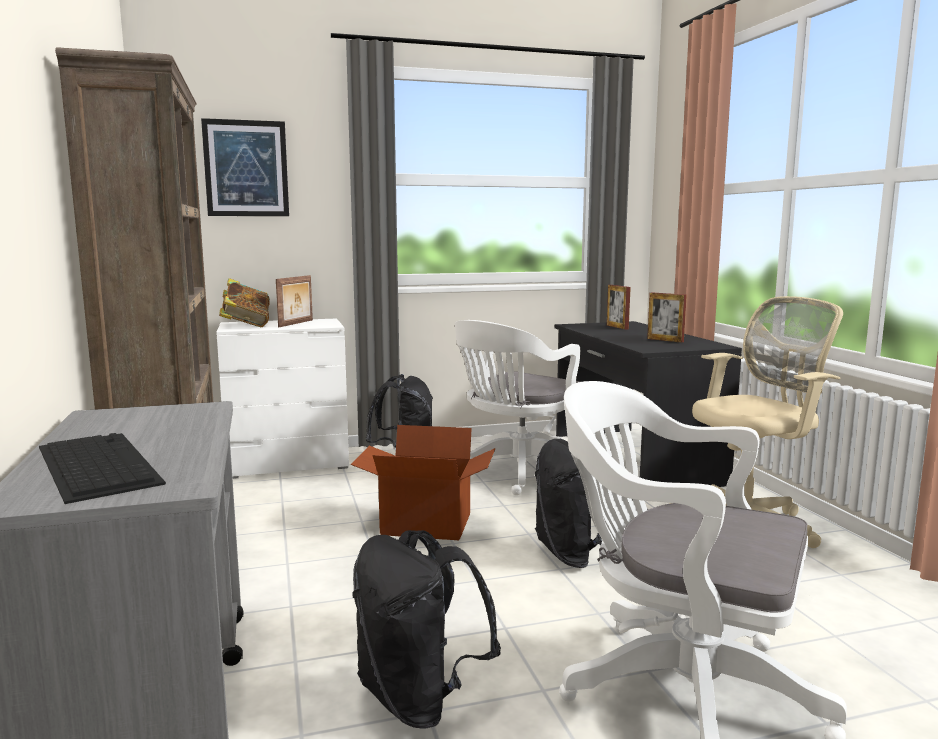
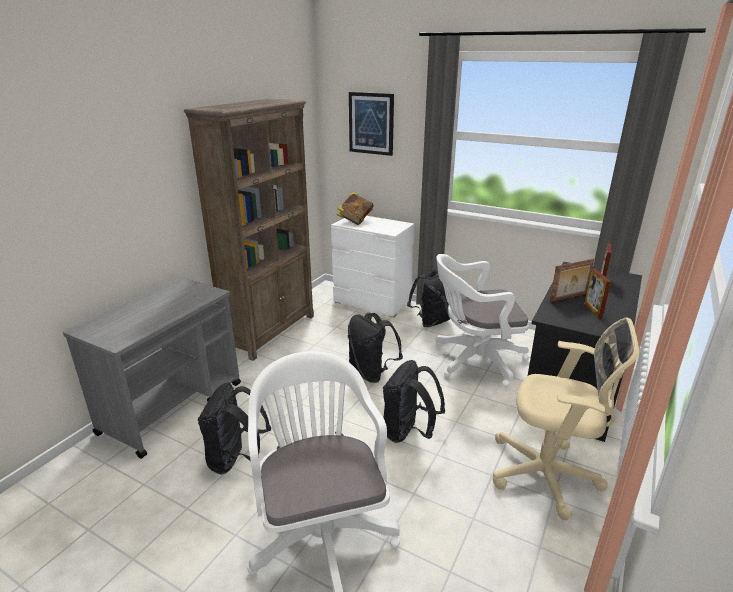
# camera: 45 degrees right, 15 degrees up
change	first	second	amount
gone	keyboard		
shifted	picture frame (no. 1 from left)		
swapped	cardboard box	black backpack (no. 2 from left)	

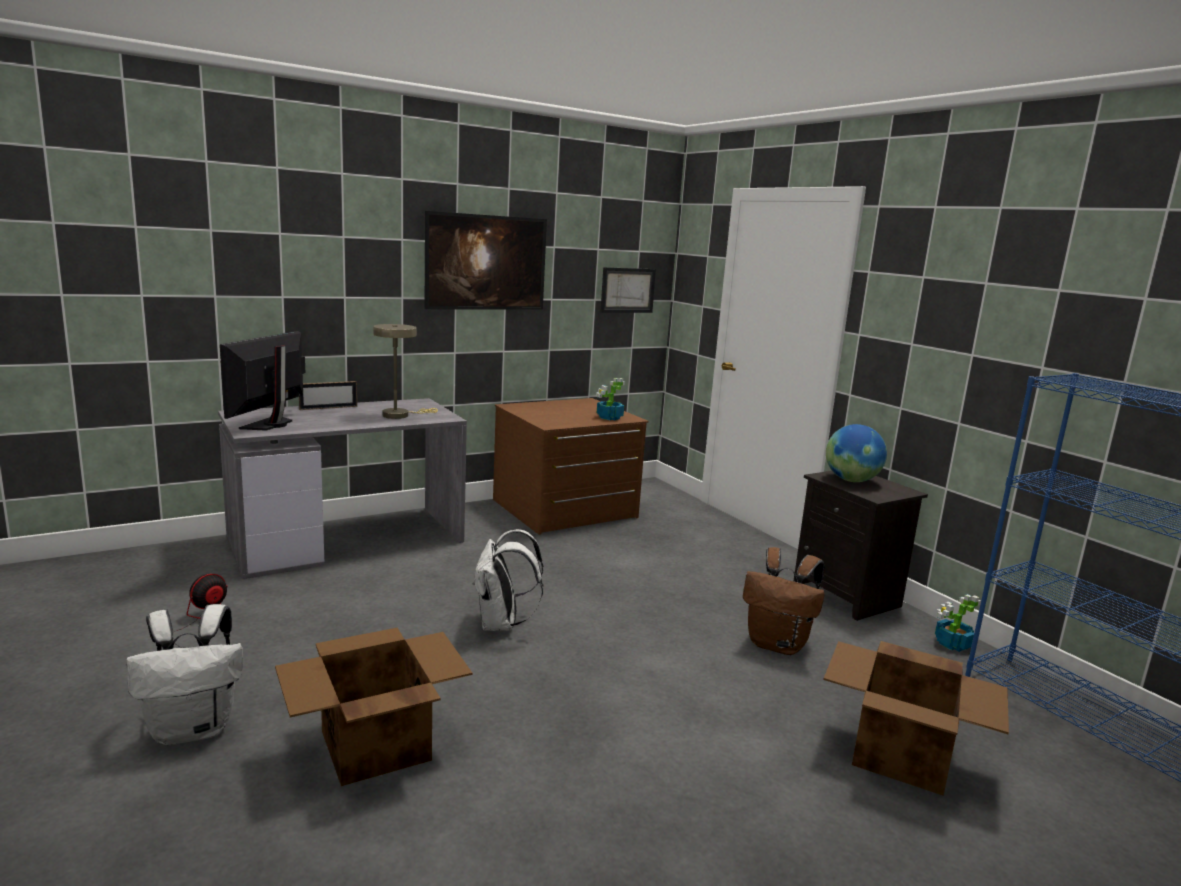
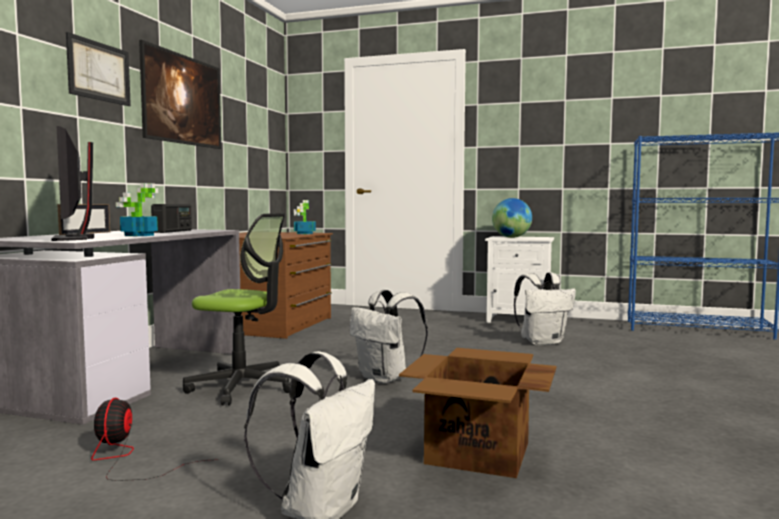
# camera: 40 degrees left, 10 degrees down
change	first	second	amount
swapped	beige table lamp	radio	
shifted	picture (no. 2 from left in the first image)	picture (no. 1 from left)	
repainted	brown backpack	white backpack (no. 3 from left)	
repainted	black nightstand	white nightstand	
gone	cardboard box (no. 2 from left)		
shifted	potted plant (no. 2 from left in the first image)	potted plant (no. 1 from left)	
new		office chair	

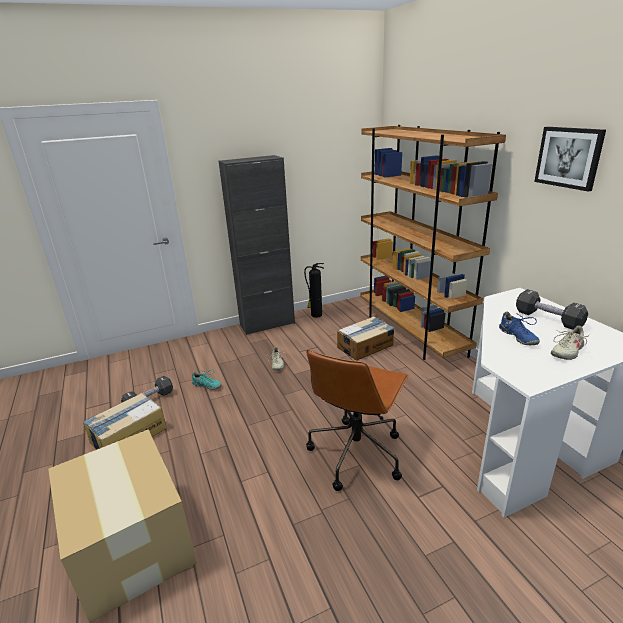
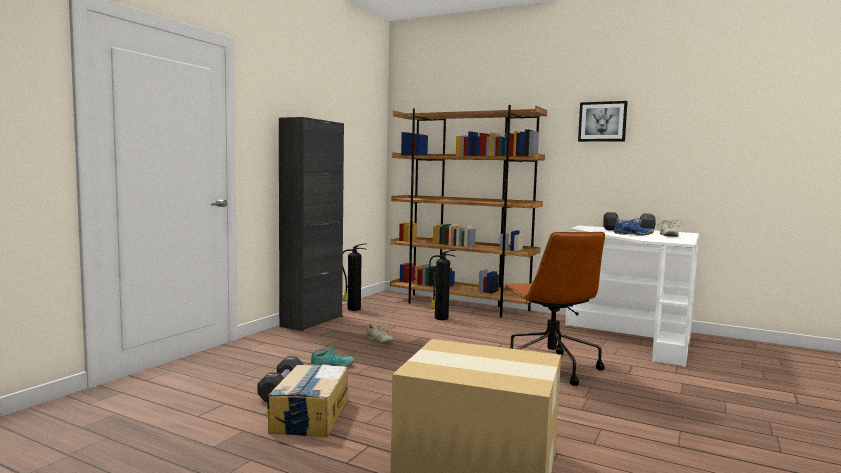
# camera: 40 degrees left, 20 degrees down
change	first	second	amount
swapped	cardboard box (no. 3 from left)	fire extinguisher (no. 2 from left)	

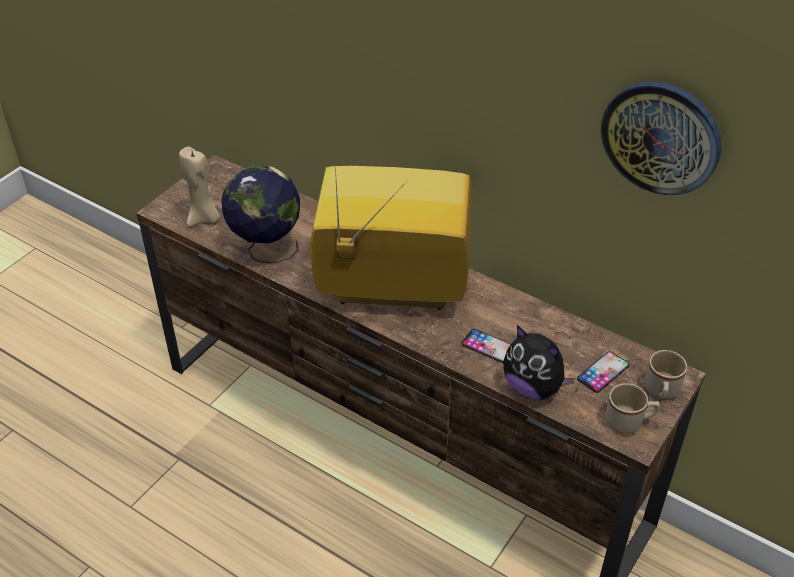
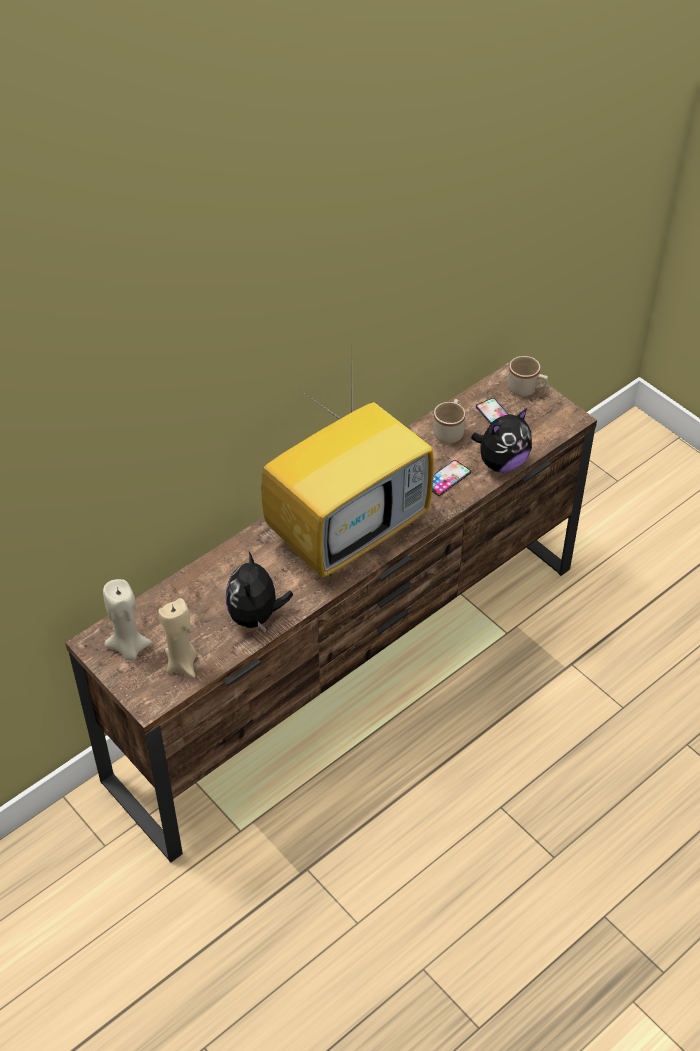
# camera: 75 degrees left, 5 degrees up
change	first	second	amount
swapped	globe	plush toy (no. 1 from left)	
rotated	television		150 degrees counterclockwise
gone	wall clock		
shifted	beige mug (no. 1 from left)		
new		beige candle (no. 1 from left)	

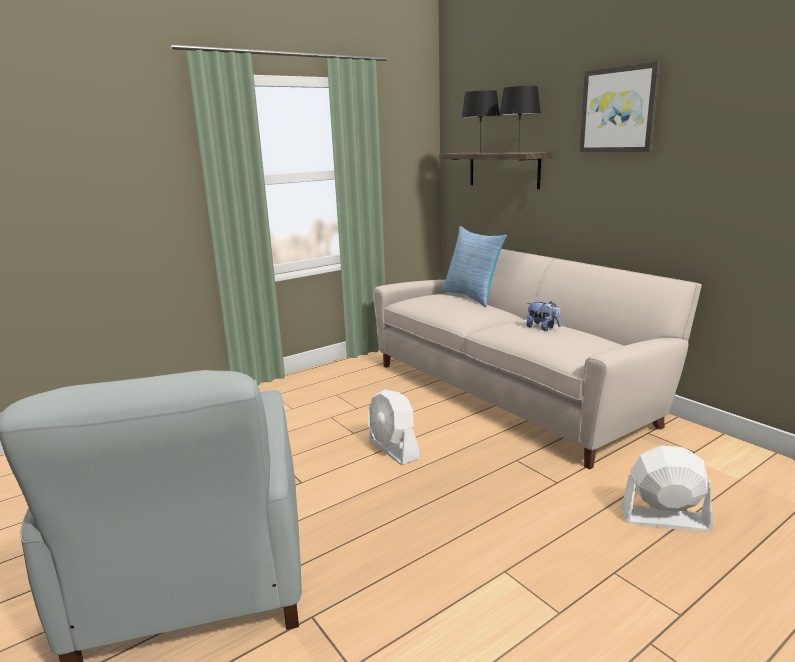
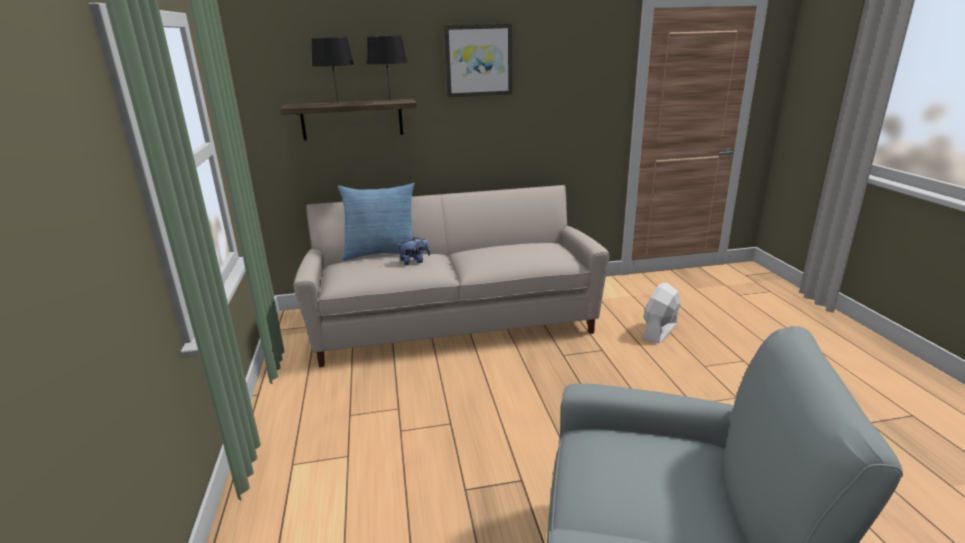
# camera: 65 degrees left, 5 degrees up
change	first	second	amount
gone	white fan (no. 1 from left)		
shifted	plush toy		

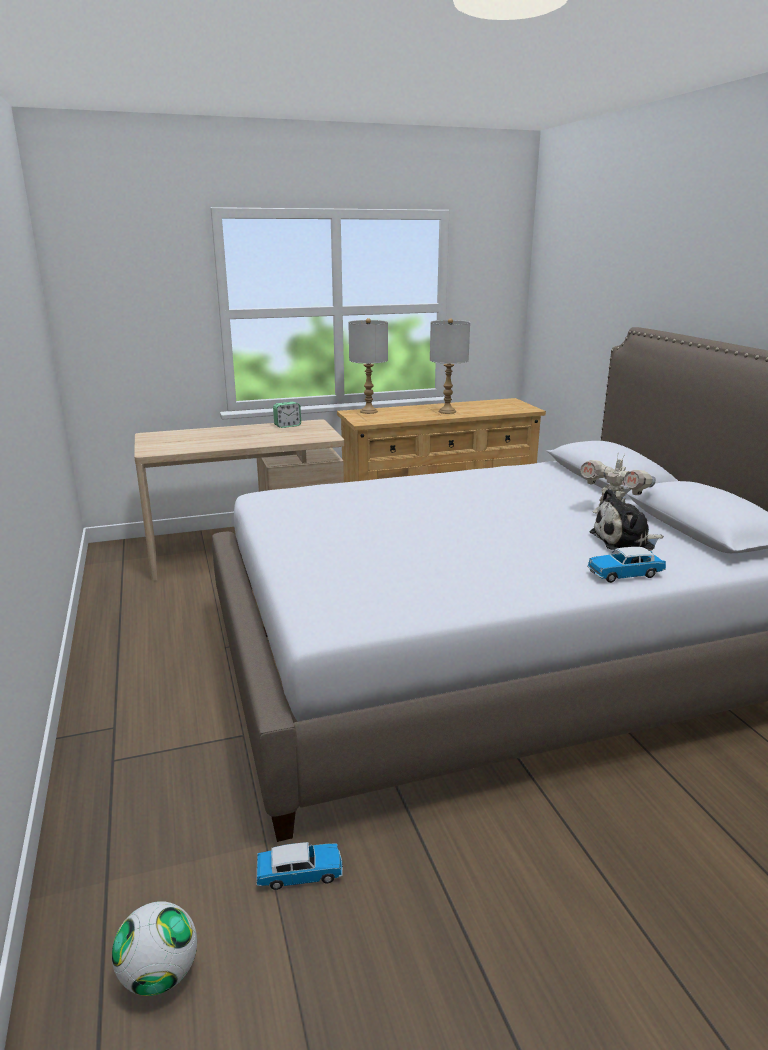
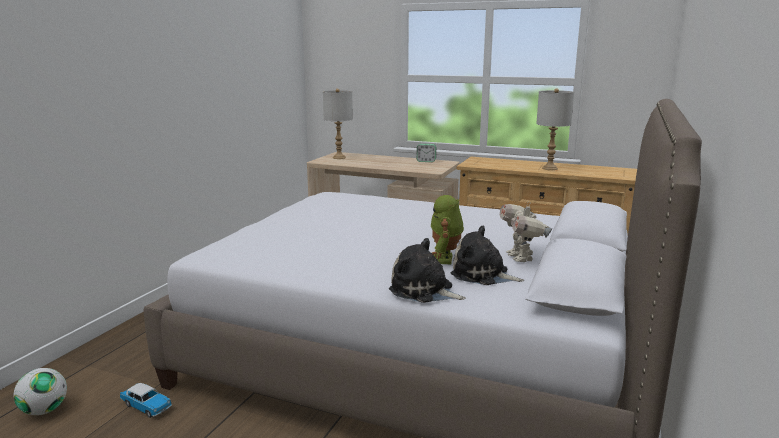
# camera: 40 degrees right, 5 degrees down
change	first	second	amount
shifted	grey table lamp (no. 1 from left)		
swapped	toy car (no. 2 from left)	plush toy (no. 1 from left)	
new		toy robot (no. 1 from left)	

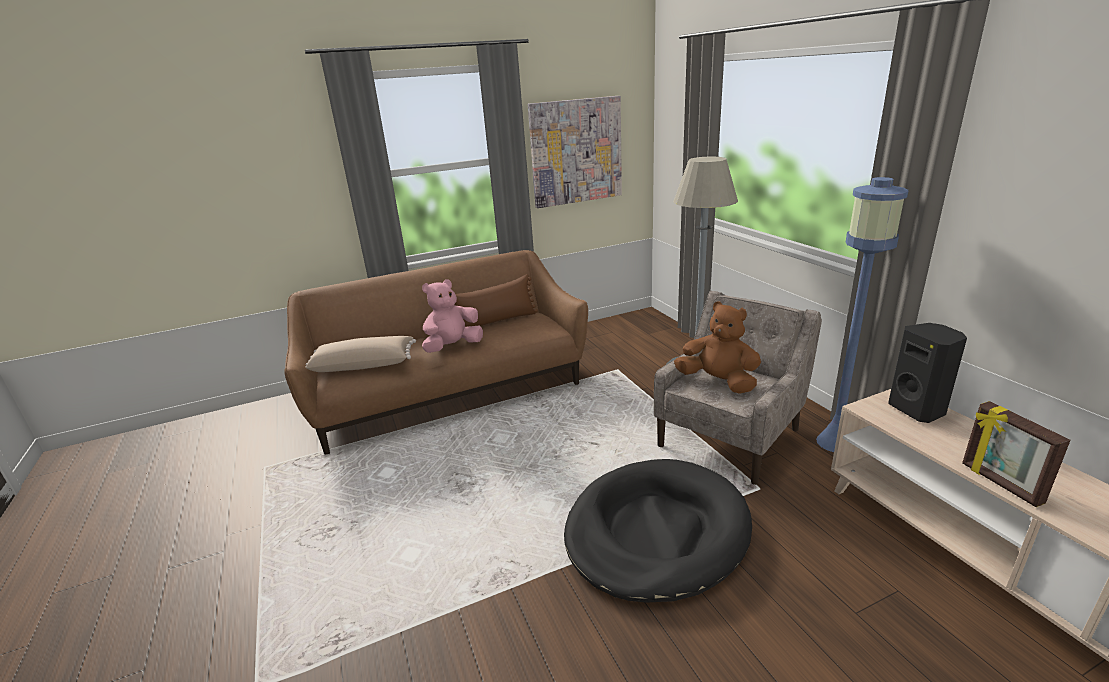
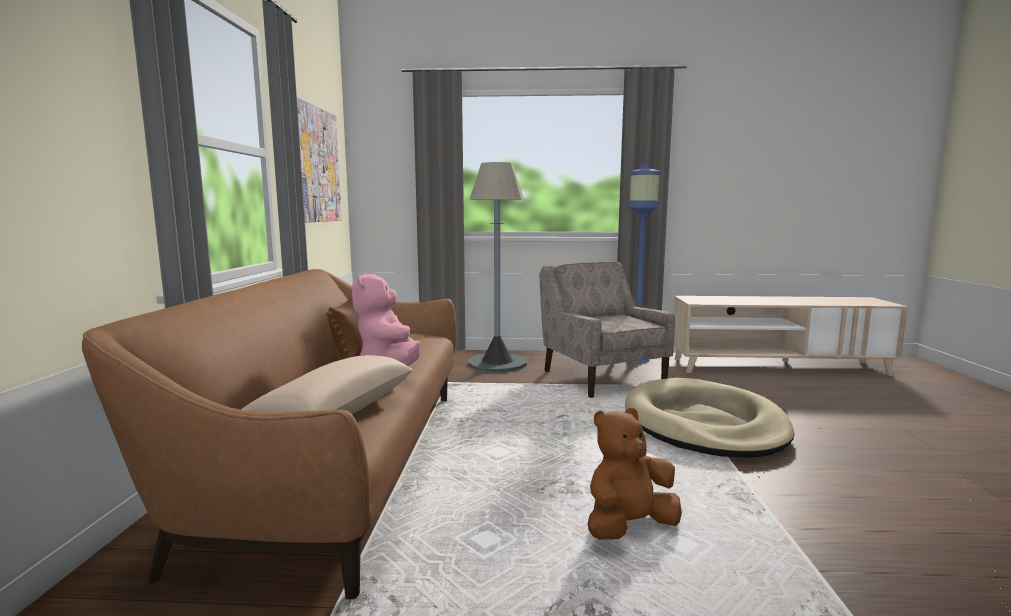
# camera: 65 degrees left, 15 degrees down
change	first	second	amount
repainted	black dog bed	beige dog bed	
shifted	brown plush toy		
gone	black speaker		
gone	picture frame		

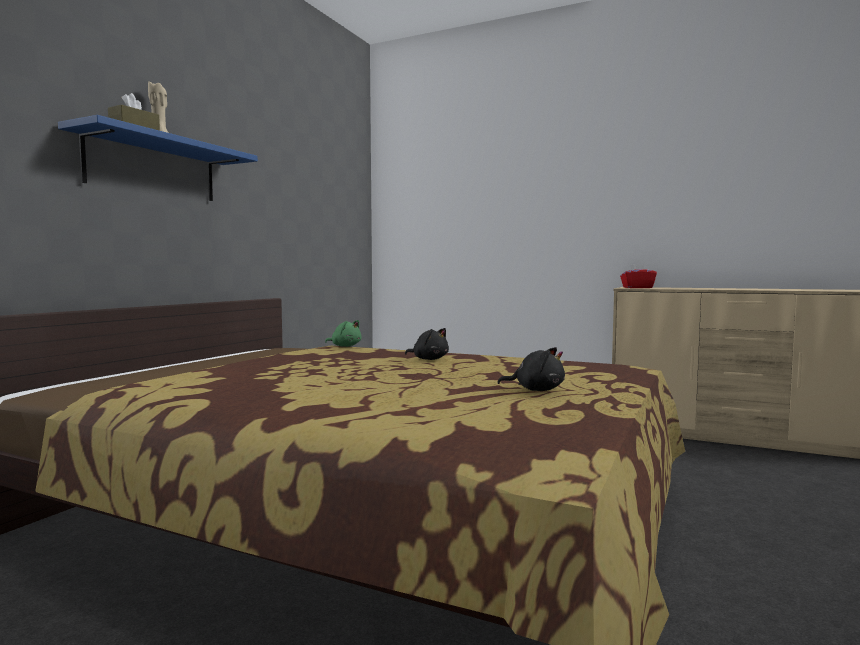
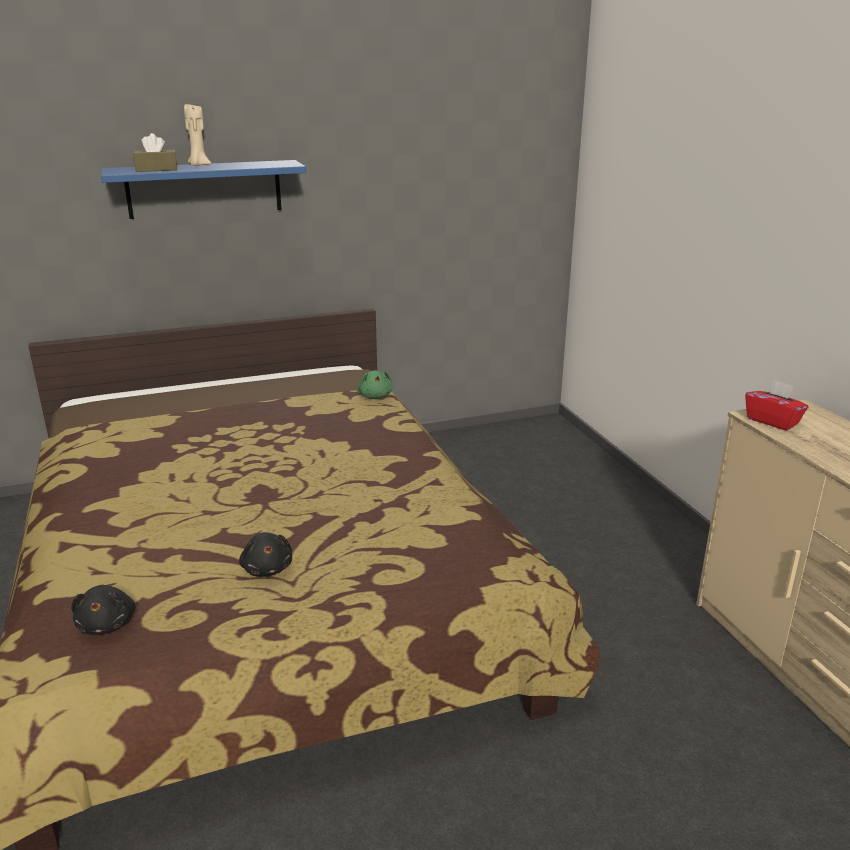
# camera: 45 degrees right, 20 degrees up
change	first	second	amount
shifted	black plush toy (no. 1 from left)		

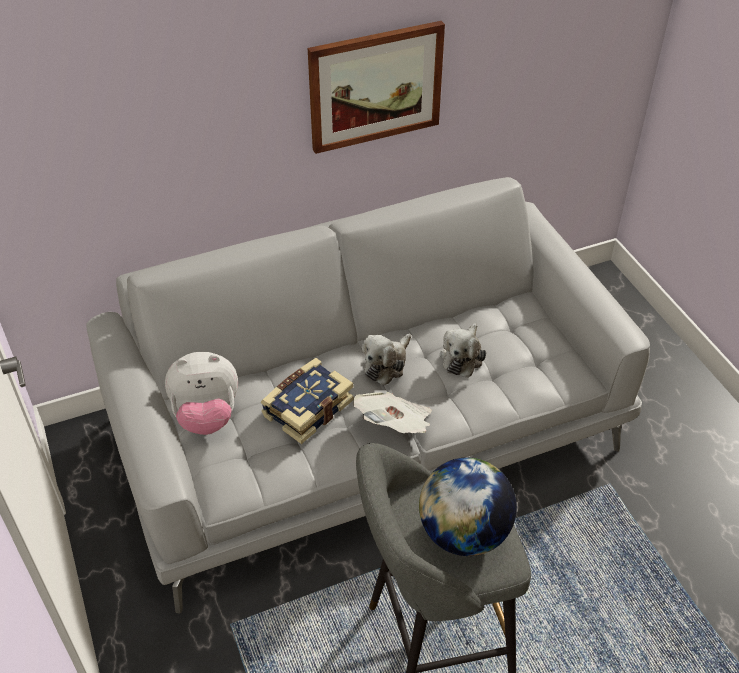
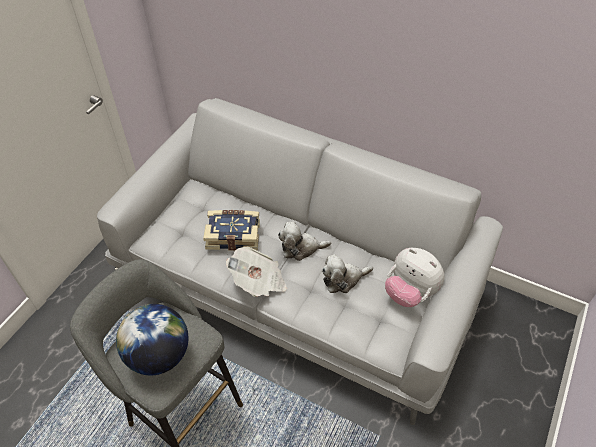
# camera: 50 degrees right, 5 degrees up
change	first	second	amount
shifted	plush toy (no. 1 from left in the first image)	plush toy (no. 3 from left)	
gone	picture		

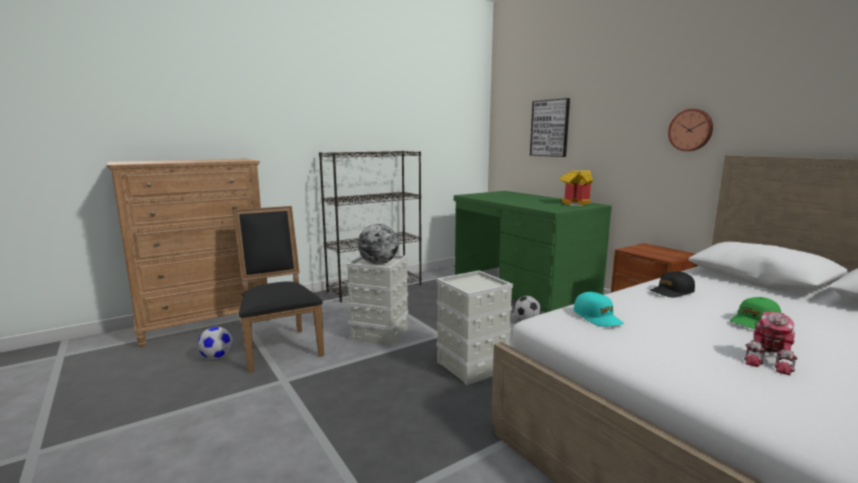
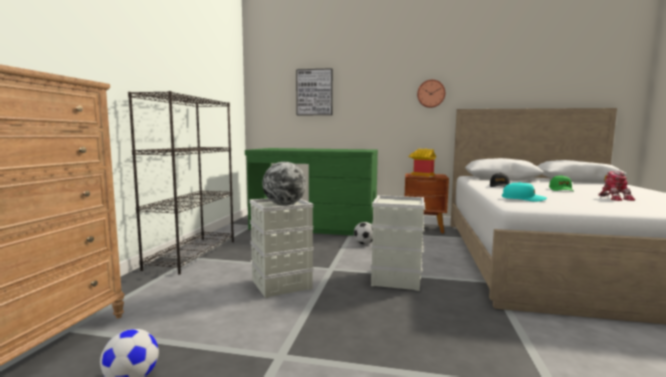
# camera: 45 degrees left, 5 degrees down
change	first	second	amount
gone	black chair		
shifted	toy house		

